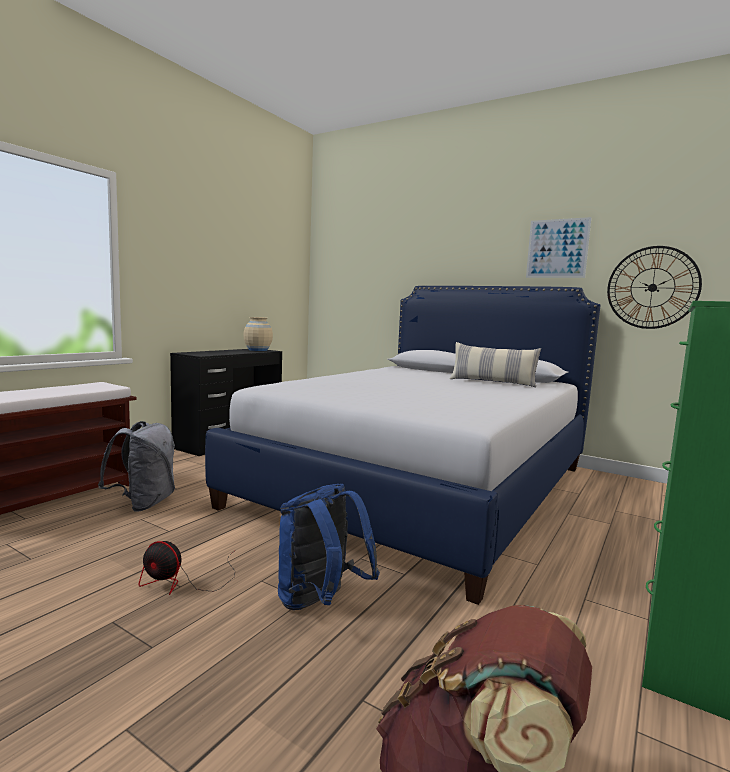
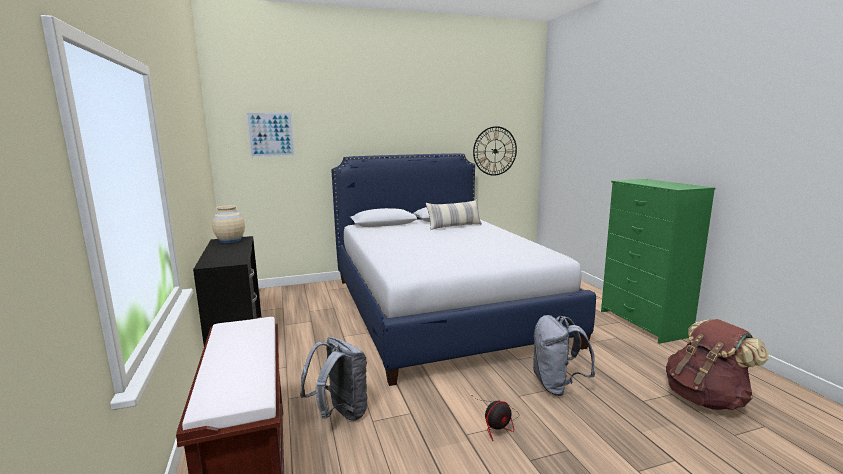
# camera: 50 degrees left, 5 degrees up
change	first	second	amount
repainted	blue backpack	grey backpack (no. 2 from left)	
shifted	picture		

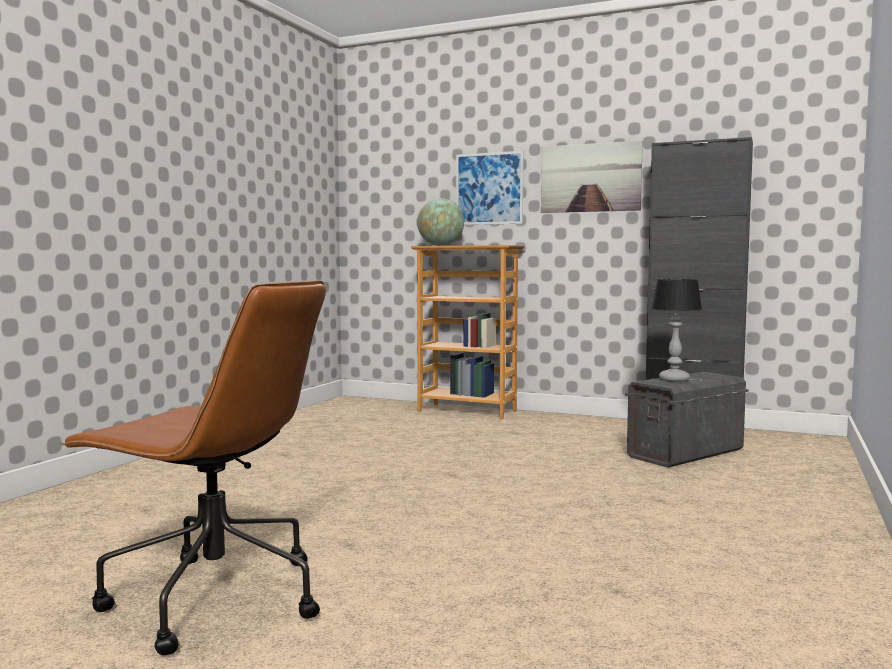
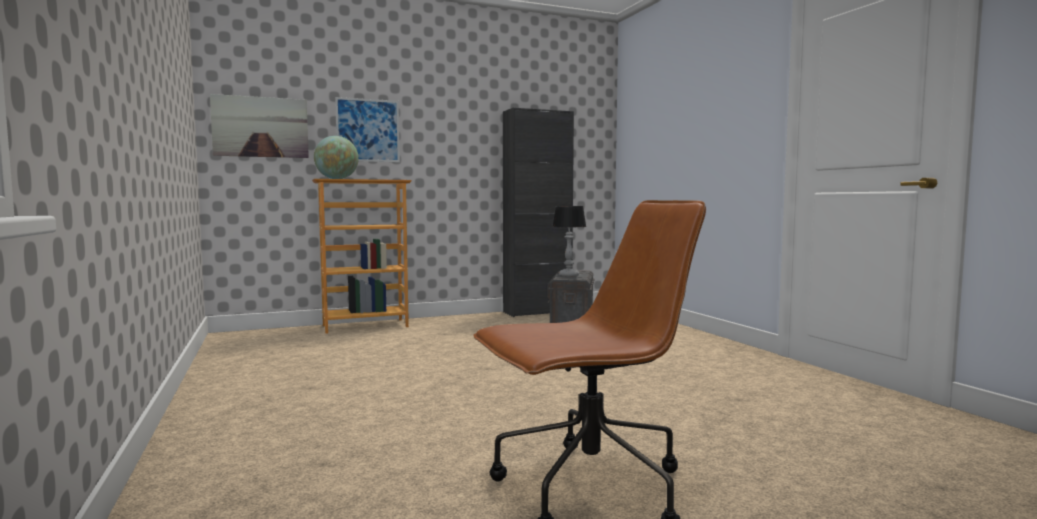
# camera: 45 degrees left, 0 degrees up
change	first	second	amount
shifted	picture (no. 2 from left in the first image)	picture (no. 1 from left)	

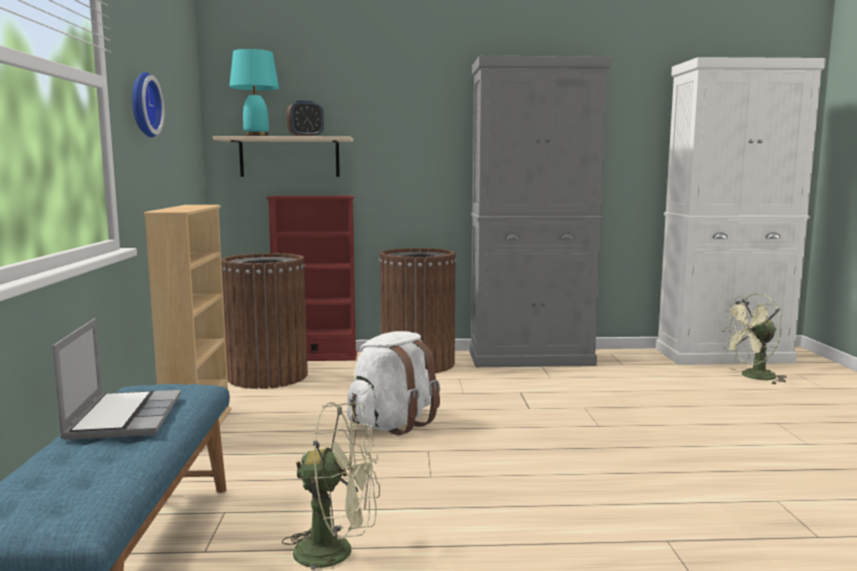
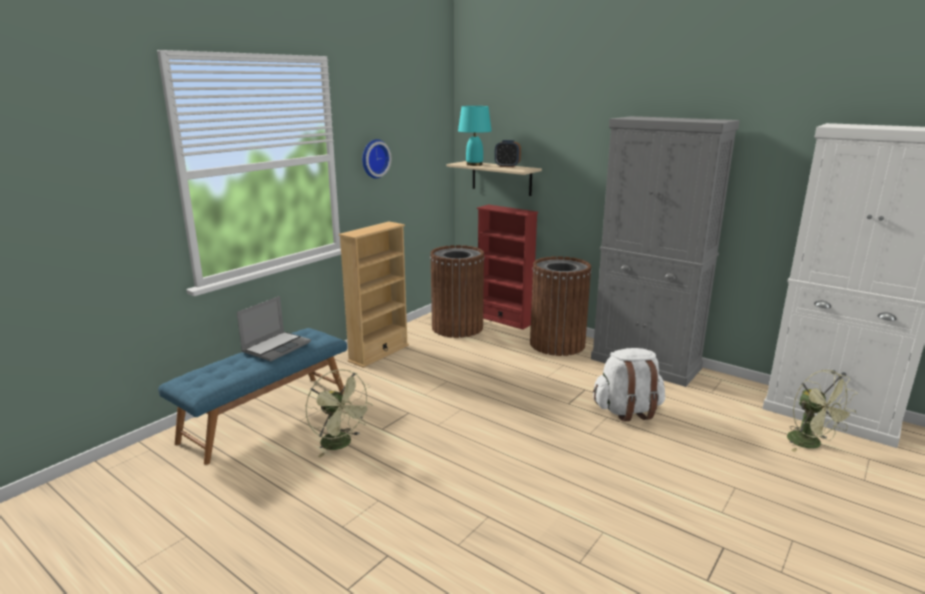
# camera: 40 degrees right, 10 degrees up
change	first	second	amount
shifted	white backpack		
rotated	green fan (no. 2 from left)		135 degrees counterclockwise

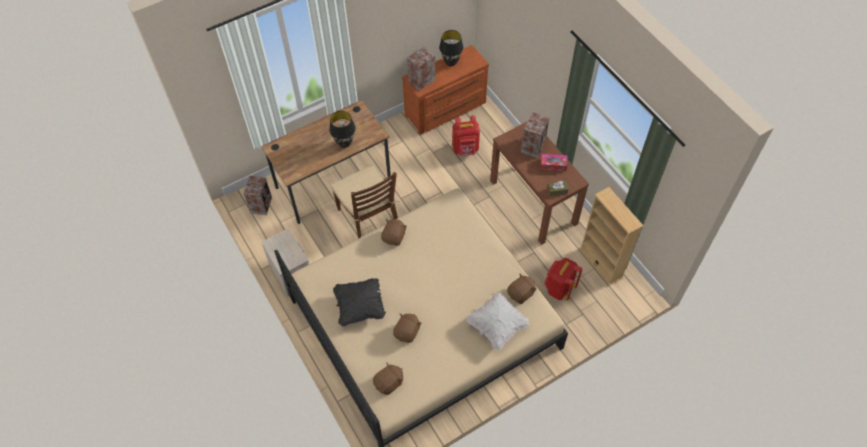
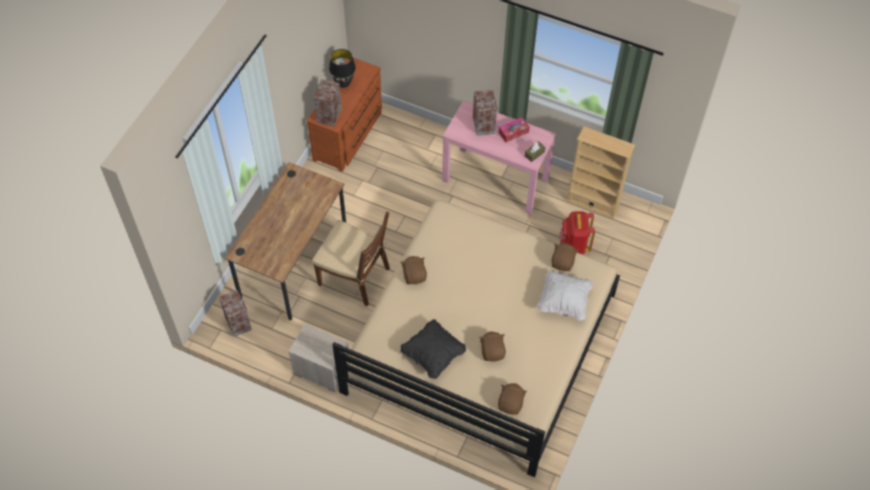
# camera: 35 degrees left, 0 degrees up
change	first	second	amount
gone	black table lamp (no. 1 from left)		
gone	red backpack (no. 1 from left)		
repainted	brown console table	pink console table	

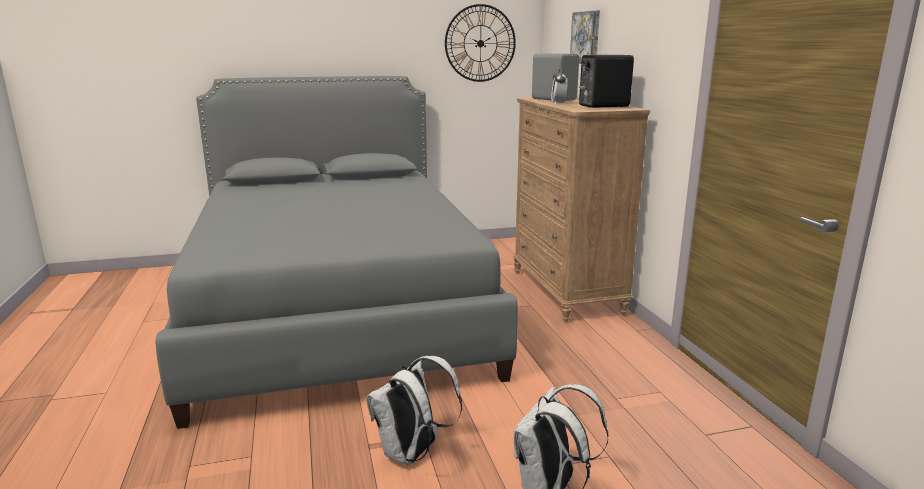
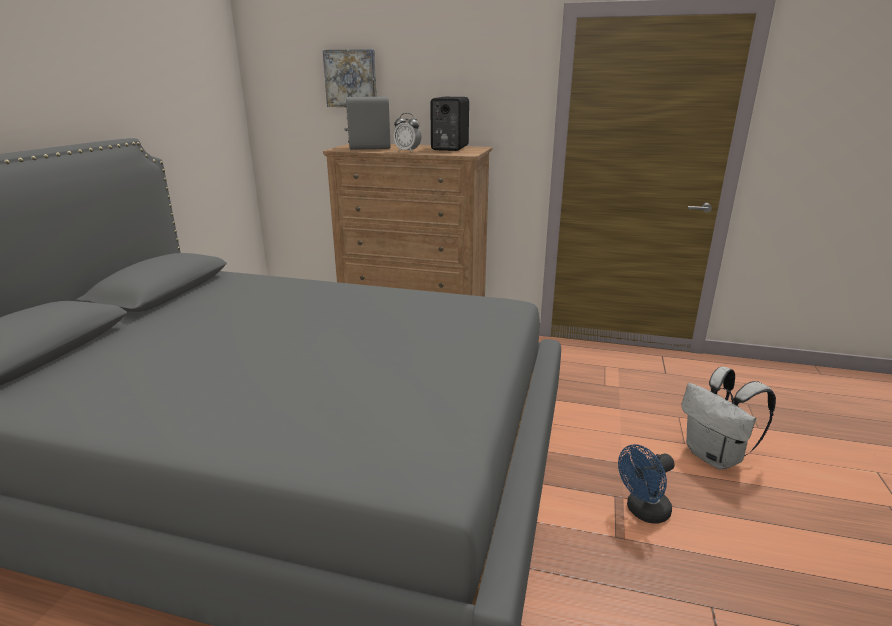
# camera: 60 degrees left, 5 degrees up
change	first	second	amount
swapped	white backpack (no. 1 from left)	blue fan	
gone	wall clock		

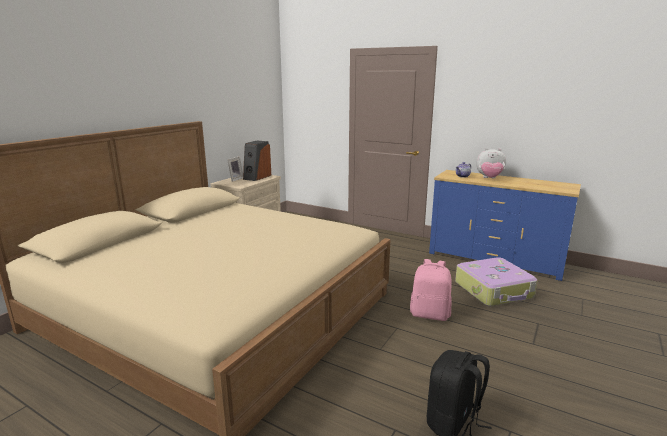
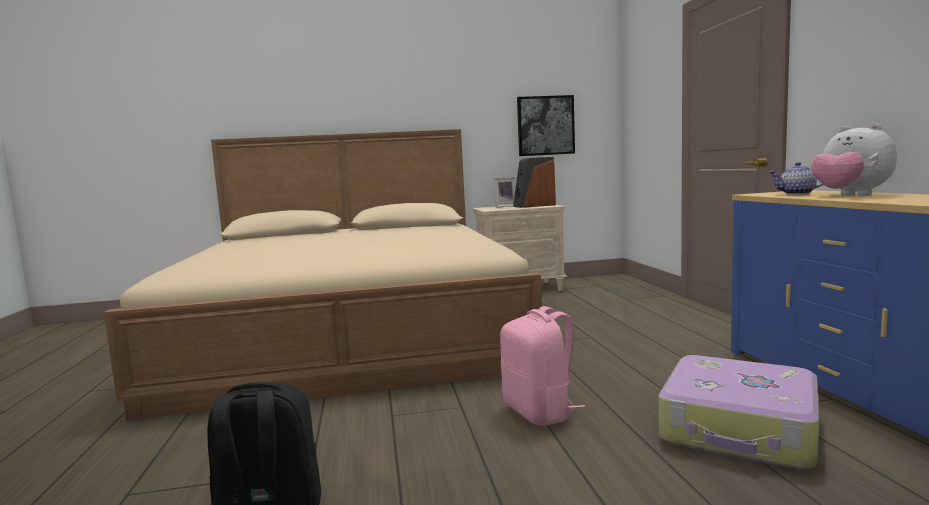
# camera: 50 degrees right, 10 degrees down
change	first	second	amount
new		picture	

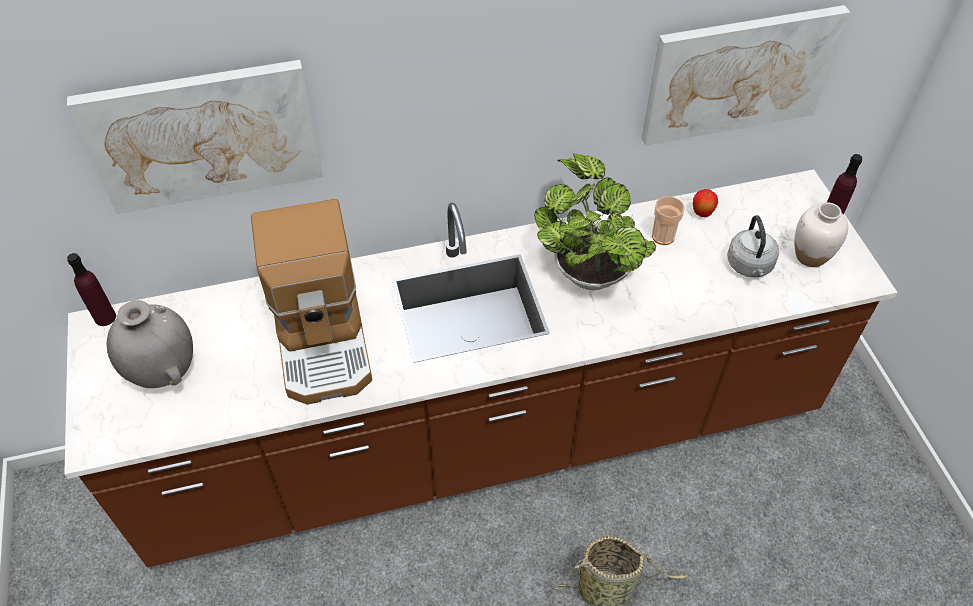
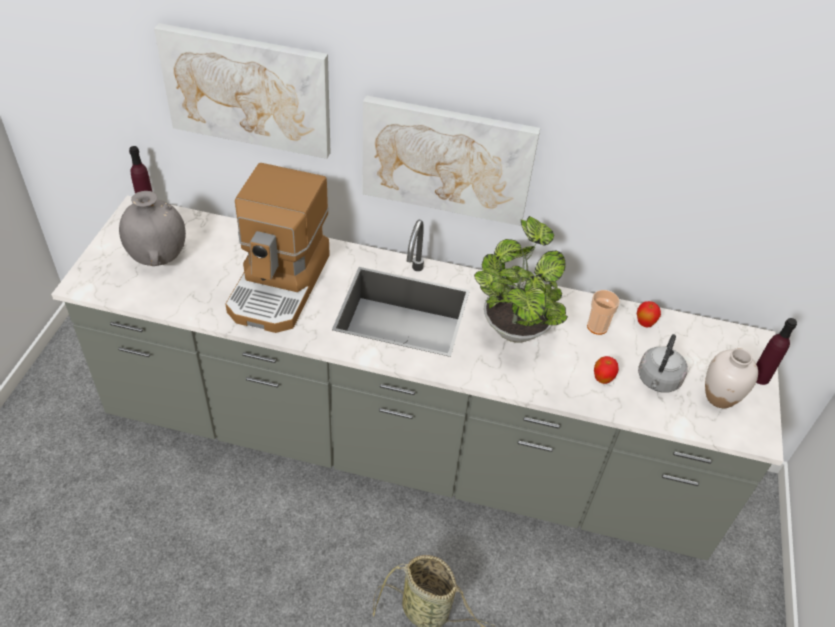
# camera: 25 degrees right, 5 degrees down
change	first	second	amount
repainted	brown counter	grey counter	
shifted	picture (no. 2 from left)		
new		apple (no. 1 from left)	

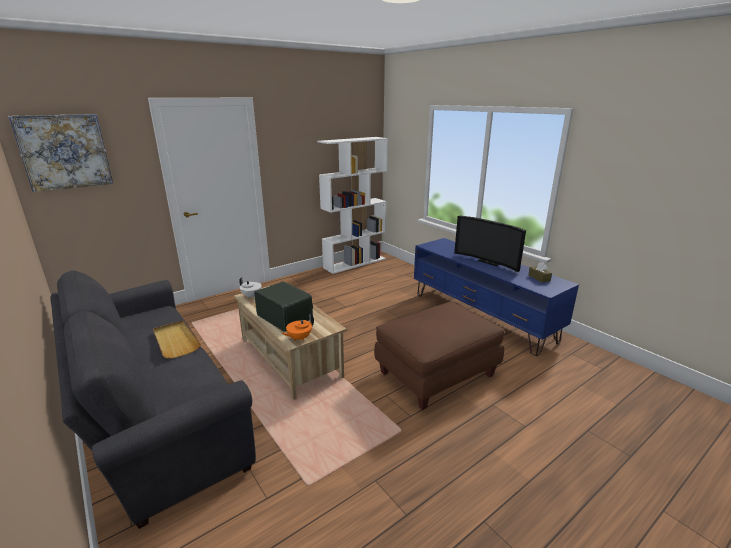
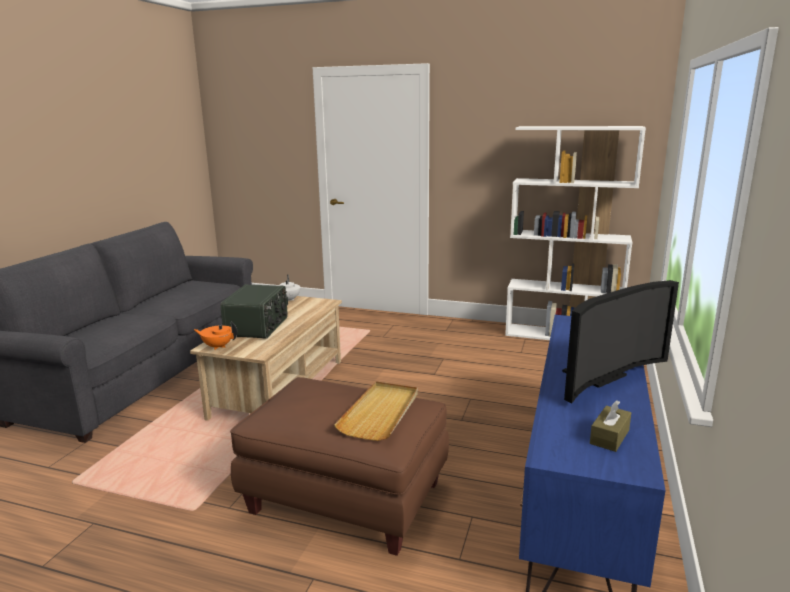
# camera: 55 degrees right, 5 degrees down
change	first	second	amount
gone	picture		
shifted	beige tray		
rotated	television		135 degrees counterclockwise

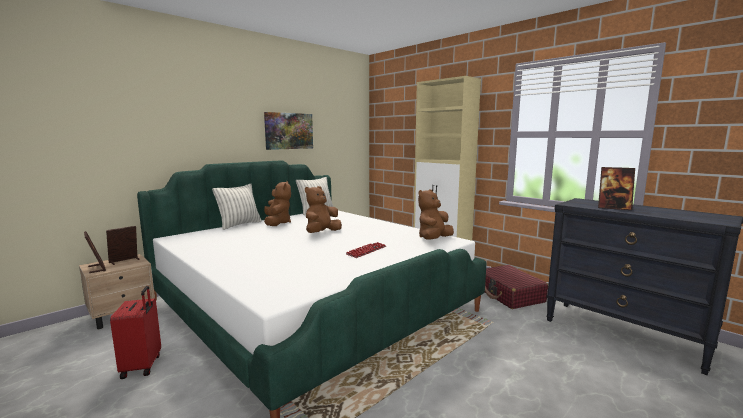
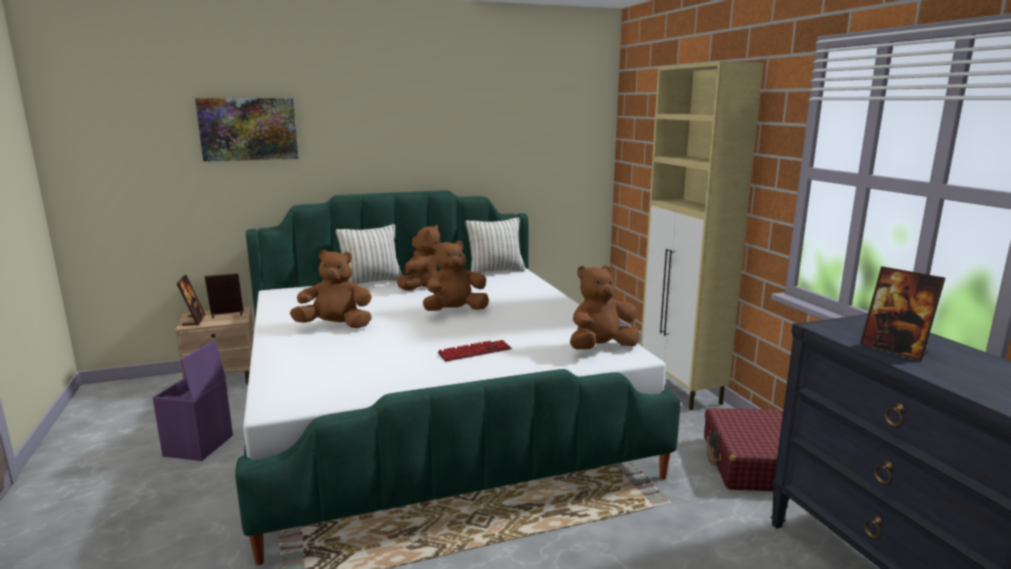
# camera: 25 degrees right, 5 degrees up
change	first	second	amount
swapped	red suitcase (no. 1 from left)	purple storage box	
shifted	picture		
new		brown plush toy (no. 1 from left)	

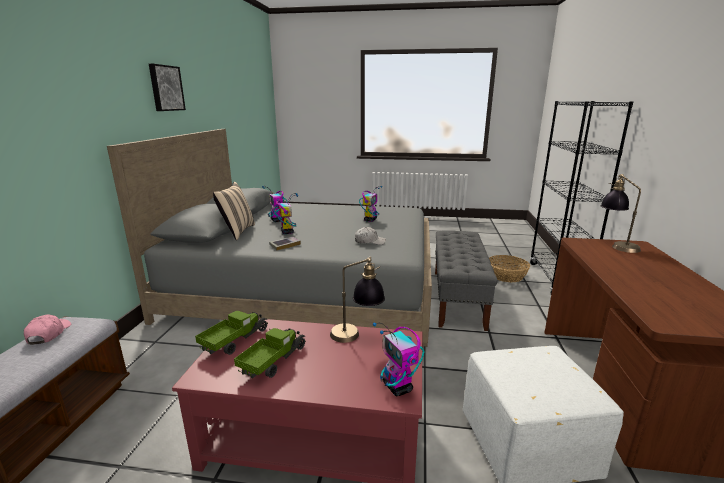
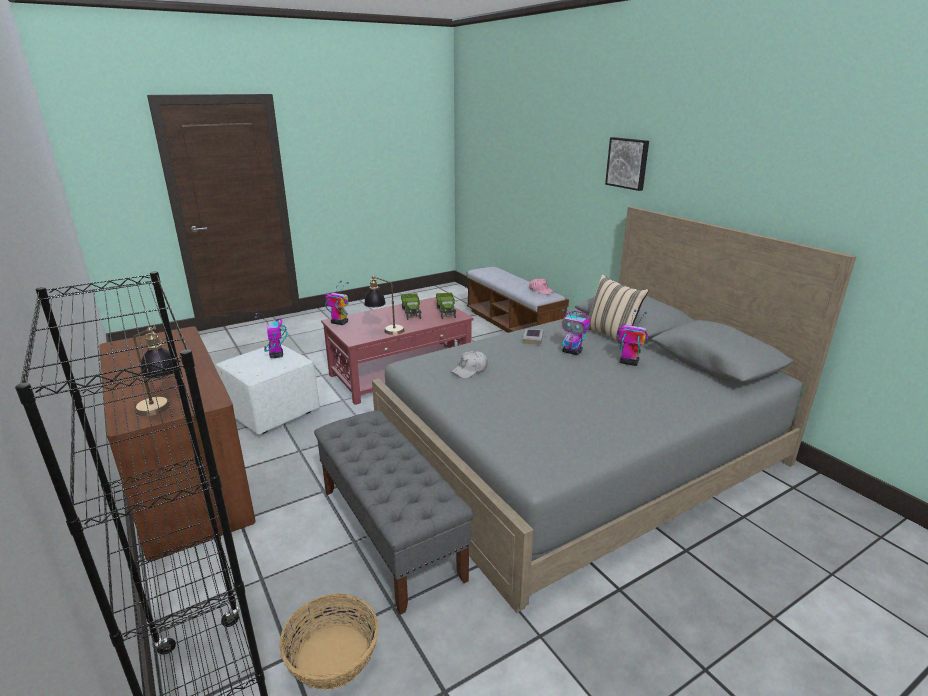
# camera: 140 degrees right, 5 degrees up
change	first	second	amount
shifted	picture		
shifted	toy robot (no. 3 from left in the first image)	toy robot (no. 1 from left)	

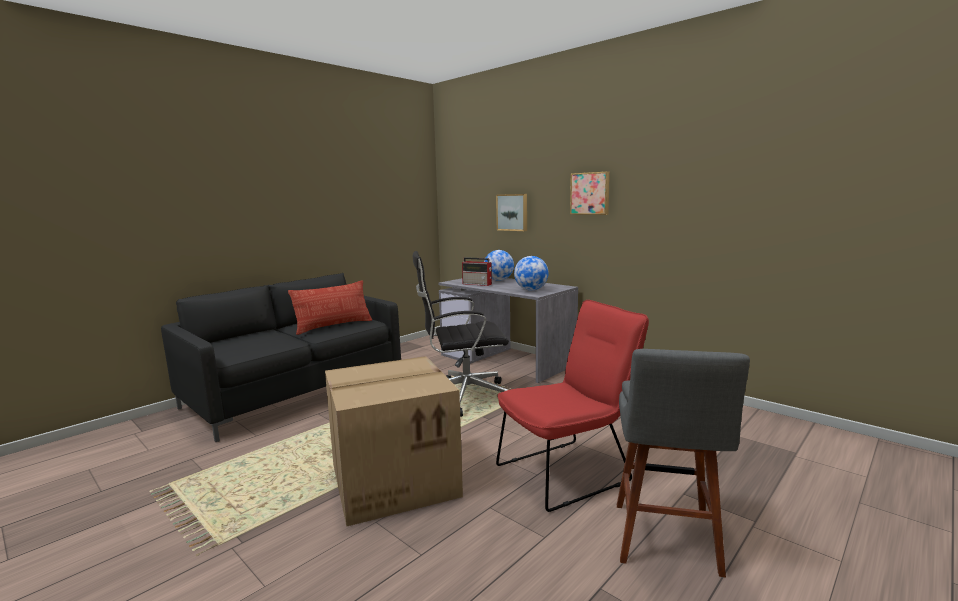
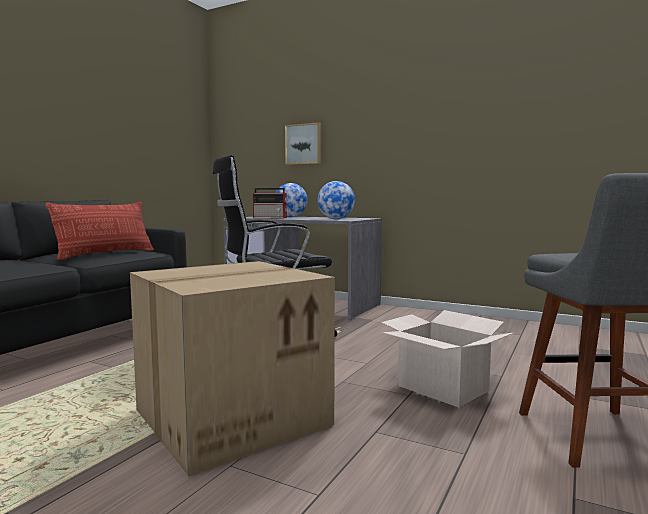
# camera: 15 degrees left, 5 degrees down
change	first	second	amount
swapped	red chair	cardboard box (no. 2 from left)	
gone	picture (no. 2 from left)		

